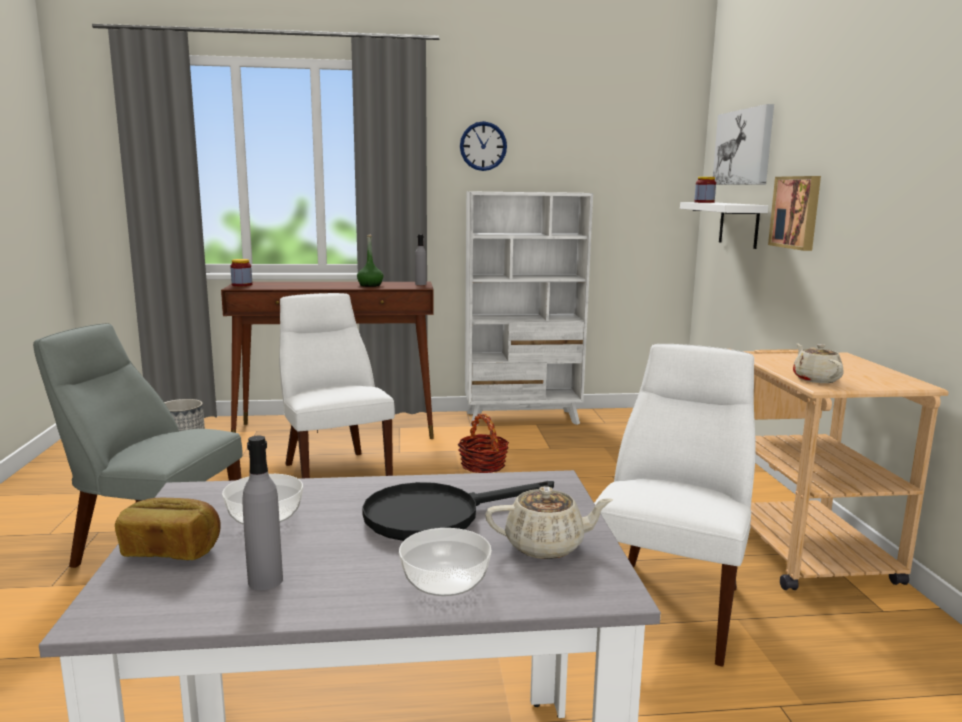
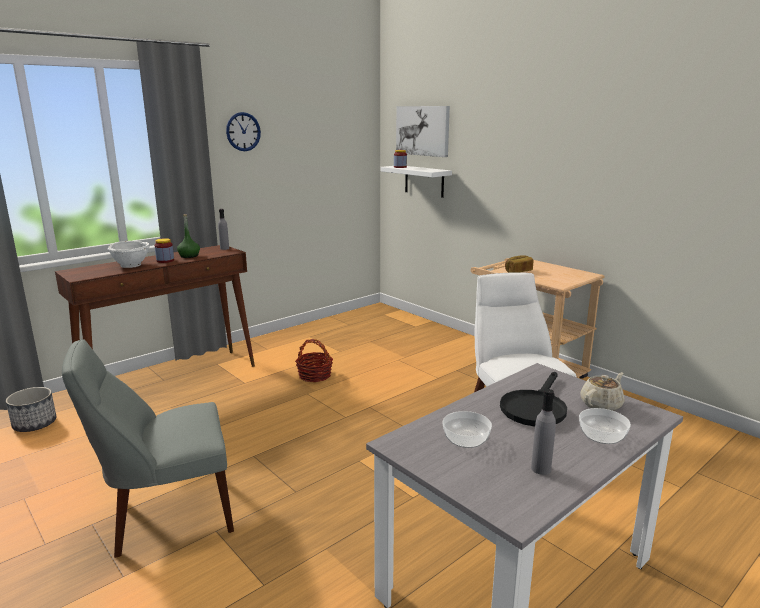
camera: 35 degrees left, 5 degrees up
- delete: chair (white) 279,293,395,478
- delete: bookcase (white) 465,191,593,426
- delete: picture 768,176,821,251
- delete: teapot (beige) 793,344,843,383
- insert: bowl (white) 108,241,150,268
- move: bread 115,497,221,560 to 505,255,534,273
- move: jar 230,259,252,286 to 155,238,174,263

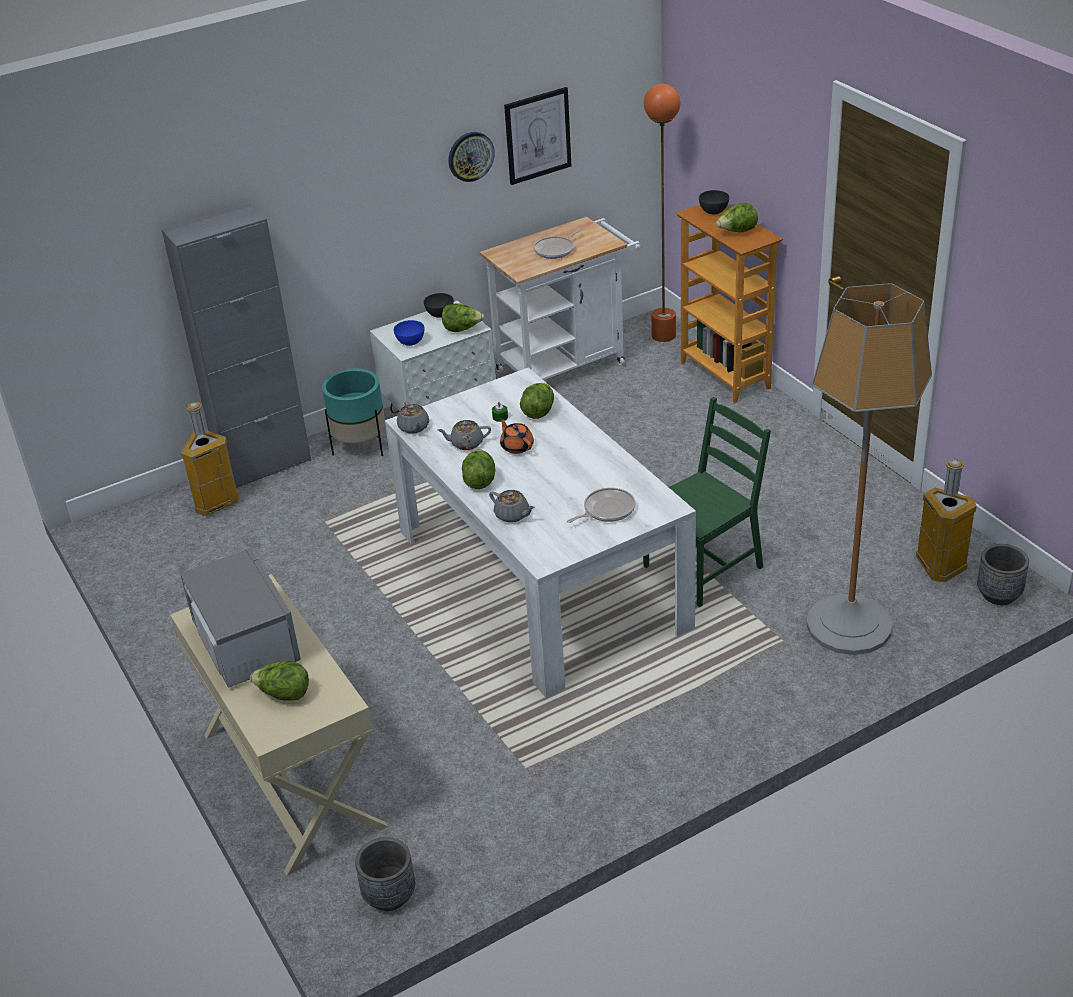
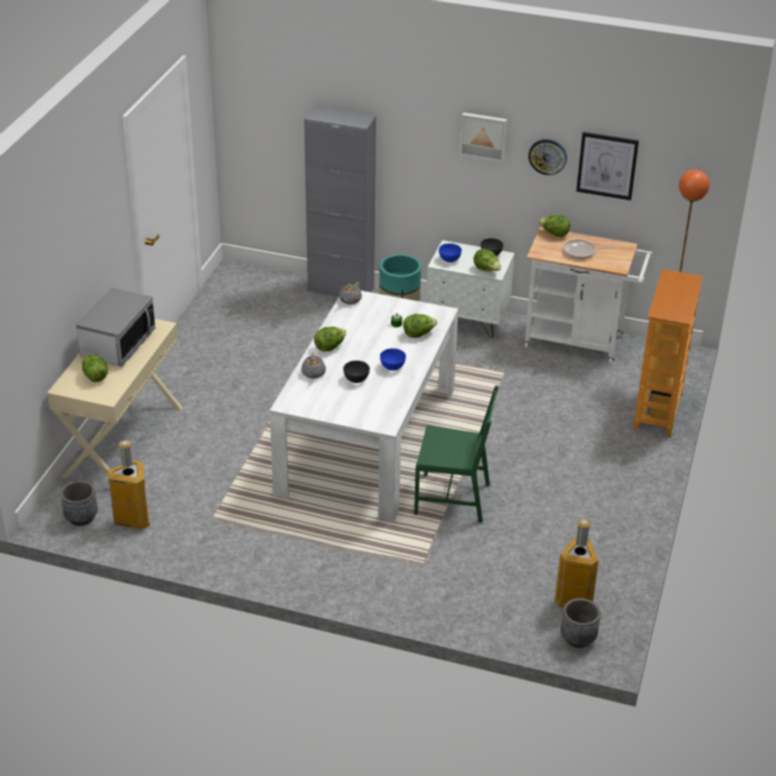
camera: 45 degrees right, 0 degrees up
- delete: teapot (grey) 438,420,491,450
- delete: teapot (orange) 500,417,534,454
- delete: frying pan 567,488,635,523
- delete: floor lamp 806,283,932,655
- insert: bowl (blue) 380,348,406,371
- insert: picture 460,112,507,162
- move: trash can 181,402,239,516 to 107,440,150,530
- move: bowl (grey) 699,190,729,214 to 343,361,370,383
- move: lettuce 716,203,758,232 to 539,215,570,237

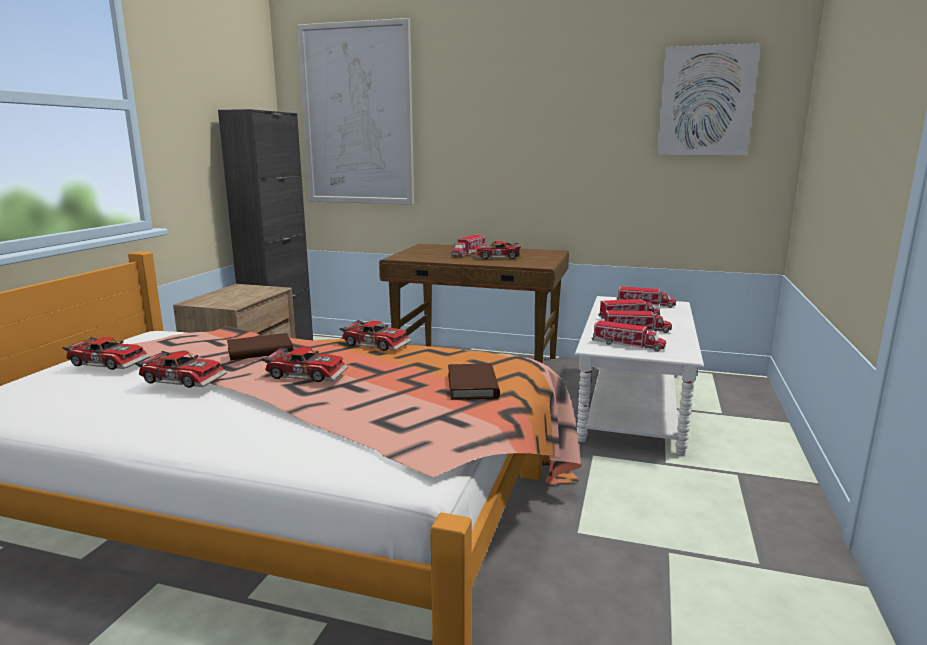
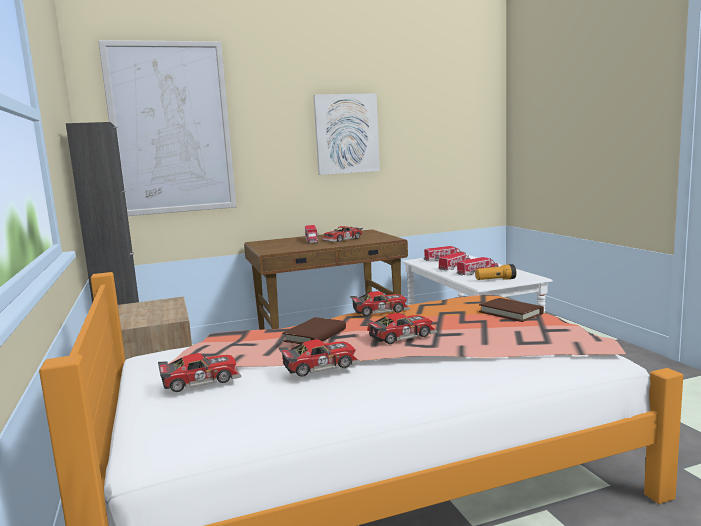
camera: 35 degrees left, 5 degrees down
- move: picture 656,43,761,155 to 313,93,380,175
- replace: toy truck 591,320,666,352 to flashlight 475,264,516,280

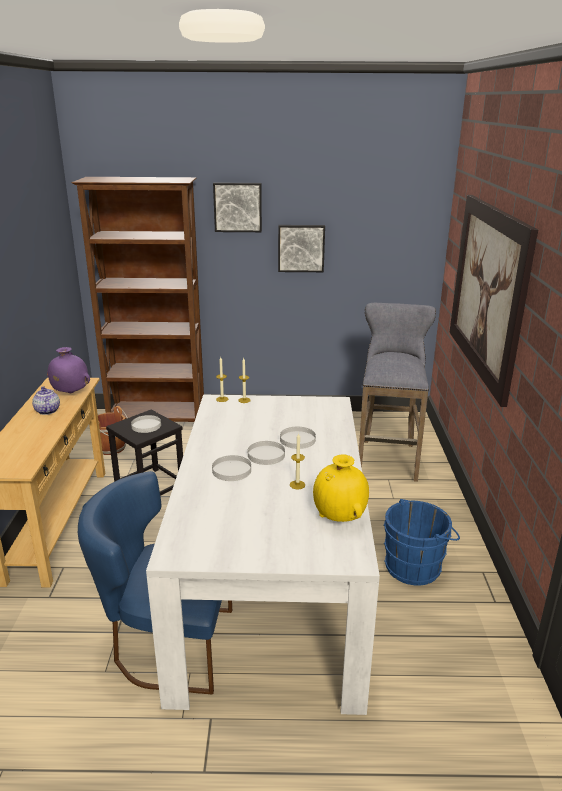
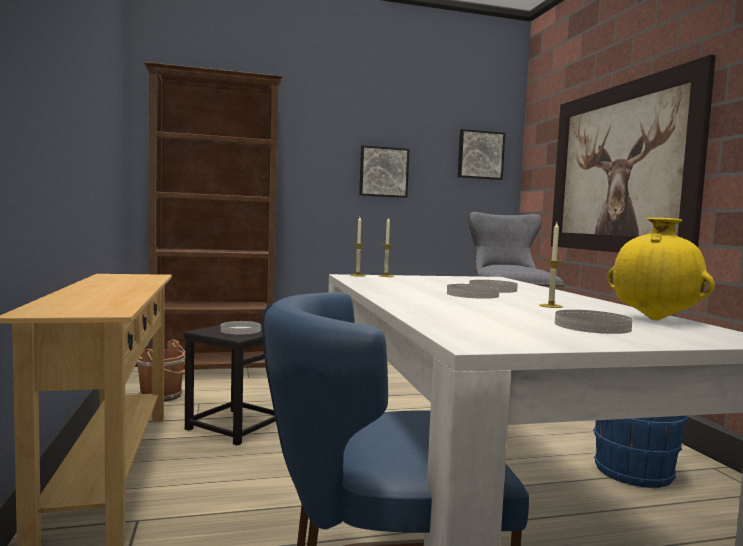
camera: 15 degrees left, 20 degrees down
- delete: teapot 32,387,60,415
- delete: vase (purple) 47,347,90,393
- move: plate (white) 212,455,251,481 to 555,310,633,334
- move: picture 213,183,262,232 to 458,129,505,180

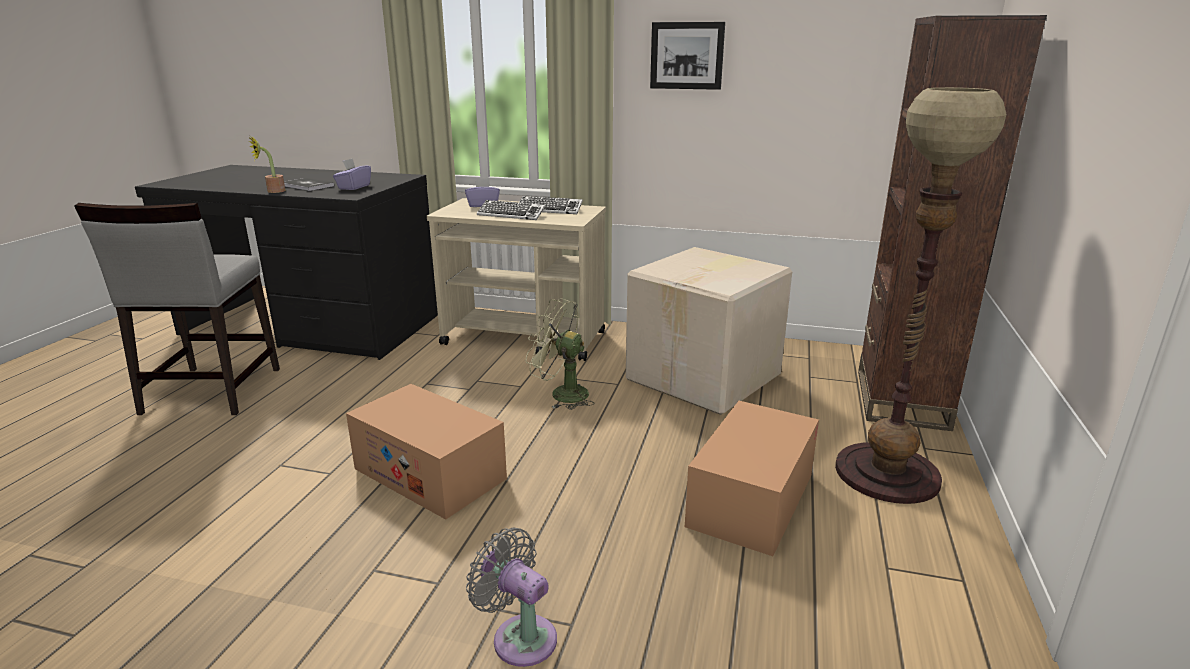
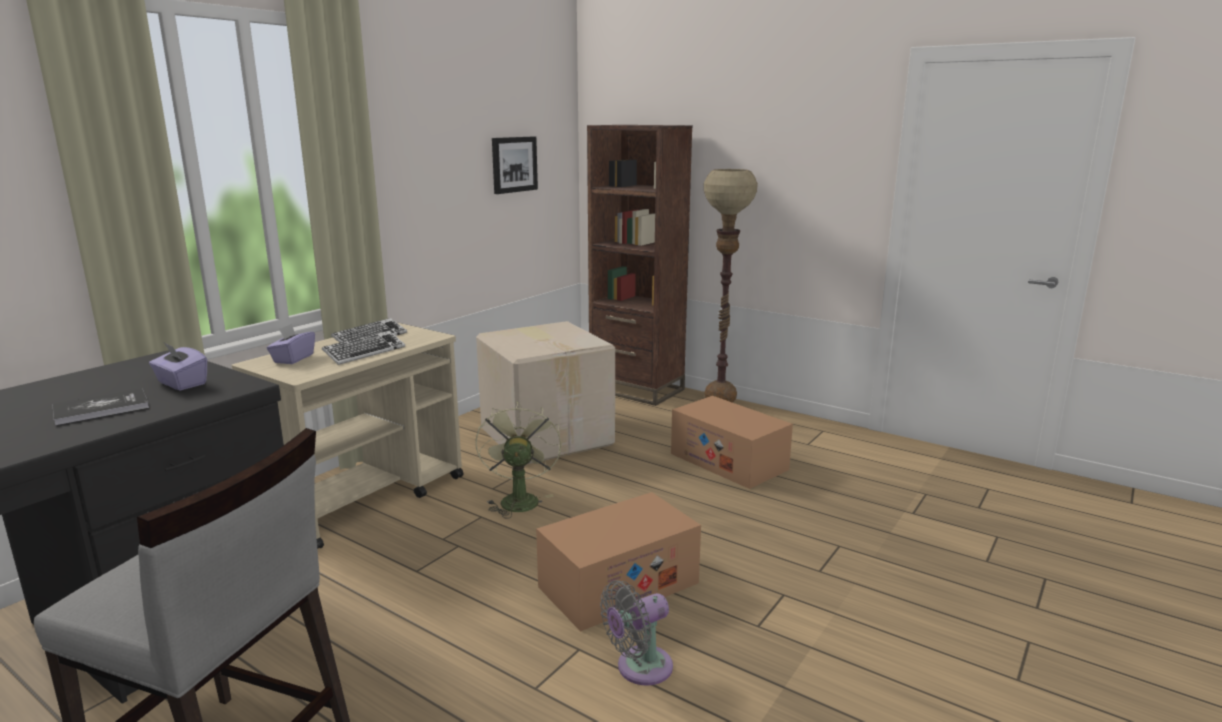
camera: 70 degrees left, 5 degrees down
- delete: potted plant 248,136,285,193
- move: fan (grey) 466,527,557,667 to 600,580,673,686
- move: picture 650,22,725,90 to 492,137,538,194
- rotate: fan (green) 526,298,595,410 = 475,401,562,519 135 degrees clockwise

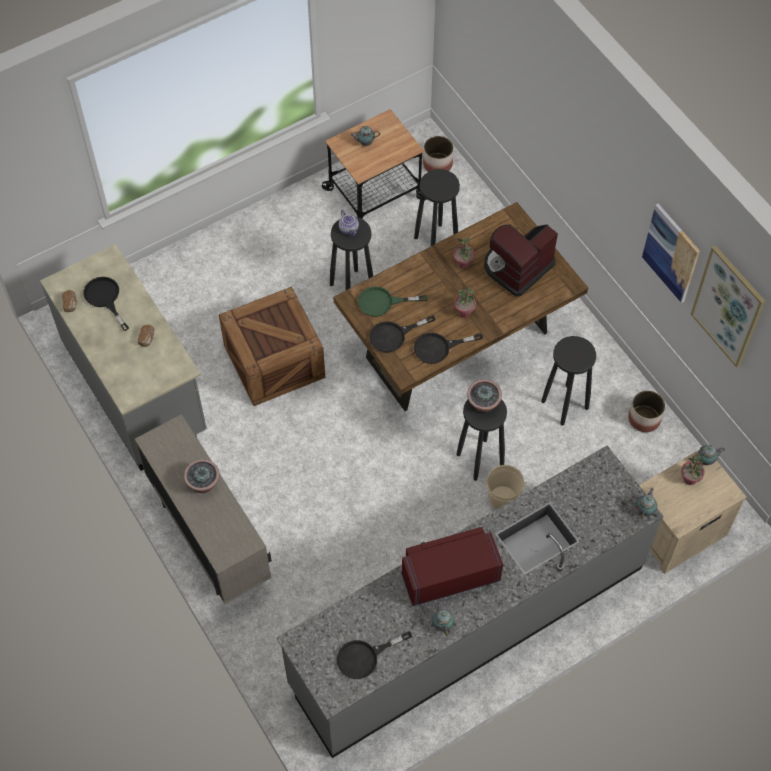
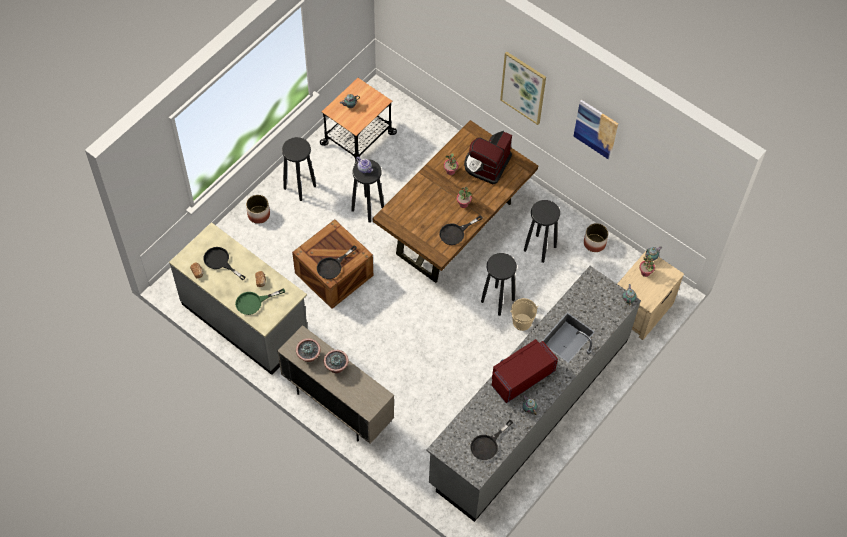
camera: 20 degrees left, 0 degrees up
- move: frying pan (green) 358,286,428,317 to 235,288,285,315
- move: frying pan (black) 369,315,436,352 to 317,245,357,279
- move: stool (black) 414,169,460,246 to 282,137,316,201
- move: planter 423,136,453,172 to 246,195,270,224
- move: potted plant 467,379,502,412 to 296,338,321,362
- move: picture 691,245,765,368 to 500,52,546,125

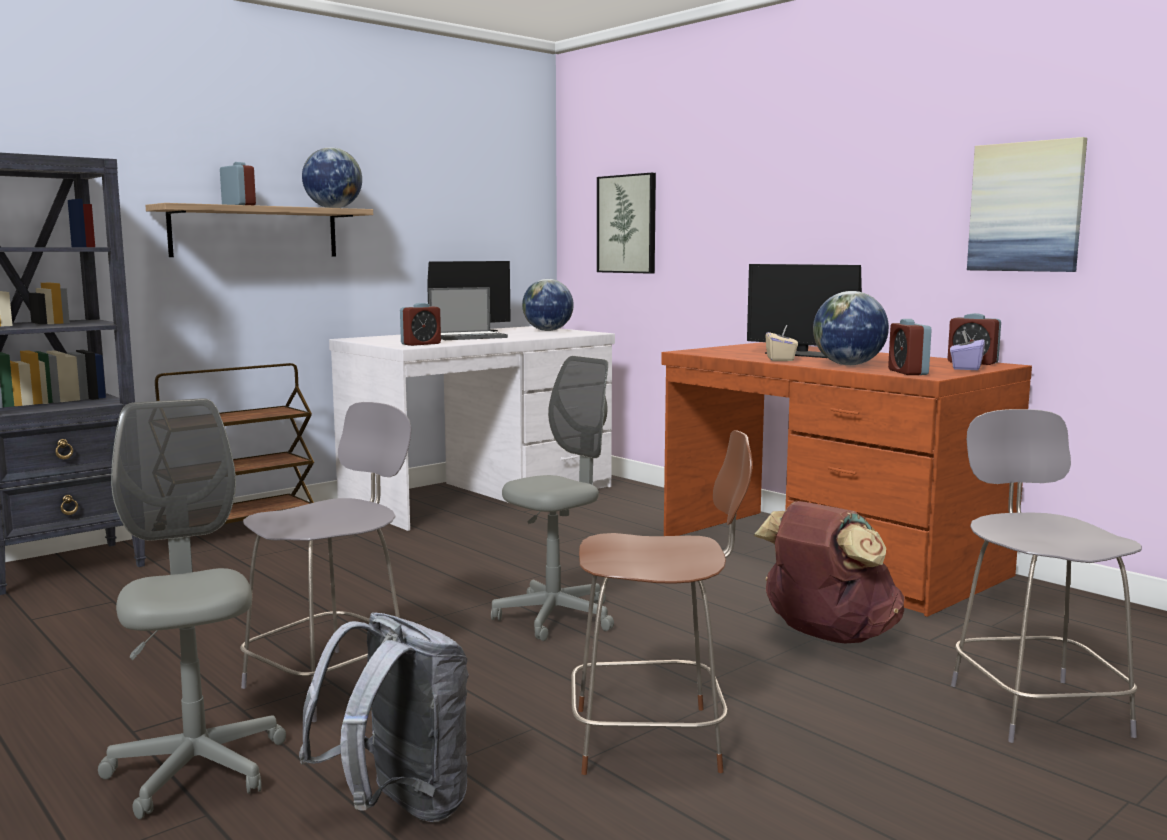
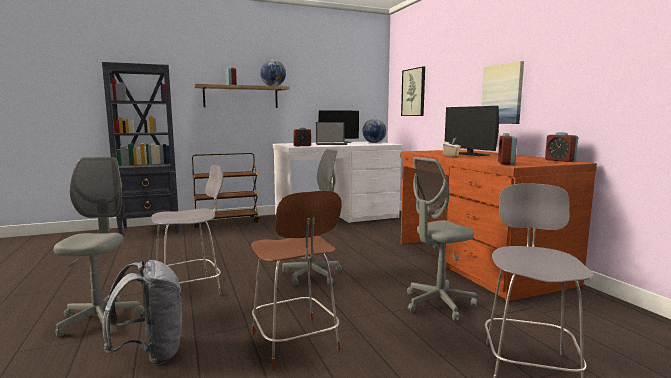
camera: 20 degrees right, 0 degrees up
- delete: globe 813,291,889,365
- delete: tissue box (purple) 950,330,985,370
- move: picture 967,137,1087,272 to 482,61,524,124
- replace: backpack (brown) 754,501,905,644 to office chair (grey) 407,157,477,321
- rotate: chair (brown) 571,431,753,775 = 251,190,342,369 45 degrees clockwise

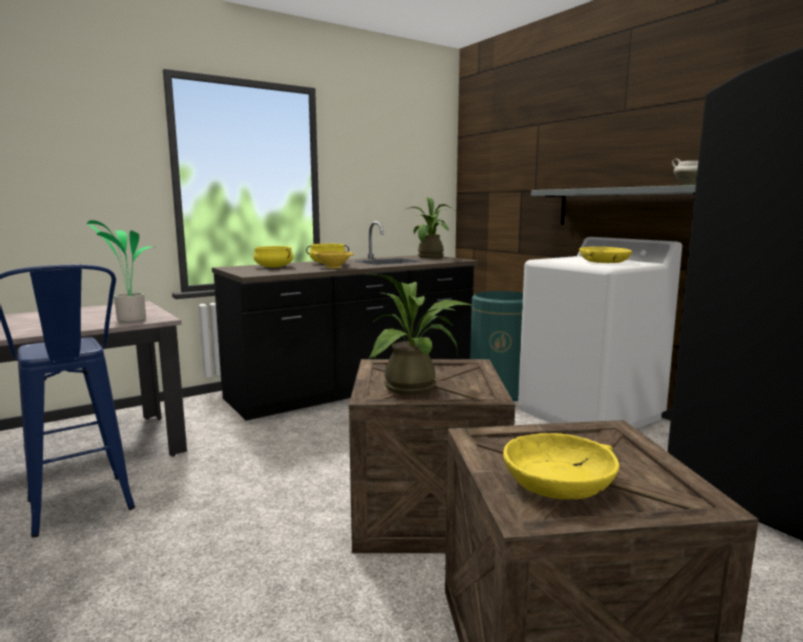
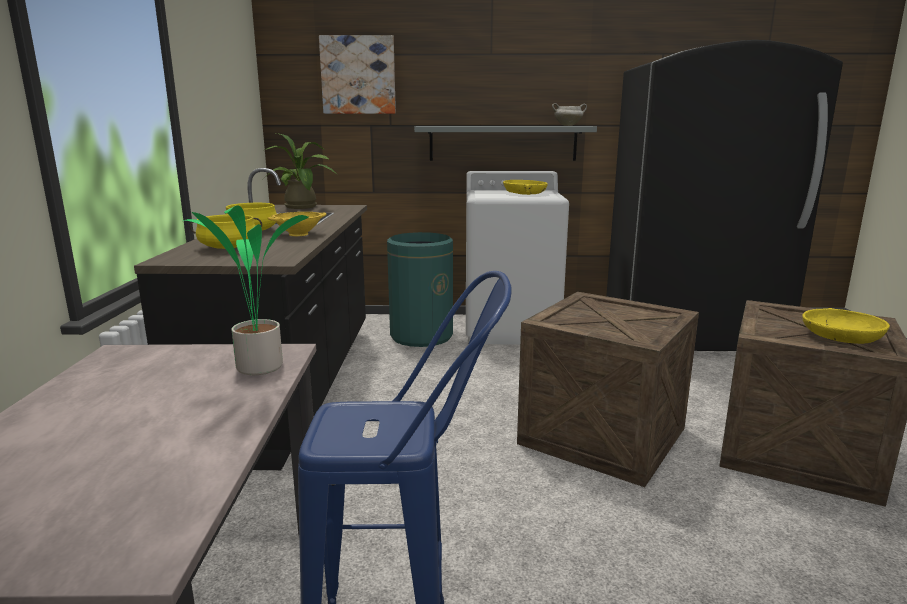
camera: 55 degrees left, 5 degrees up
- delete: potted plant 369,274,474,395
- insert: picture 319,35,396,114

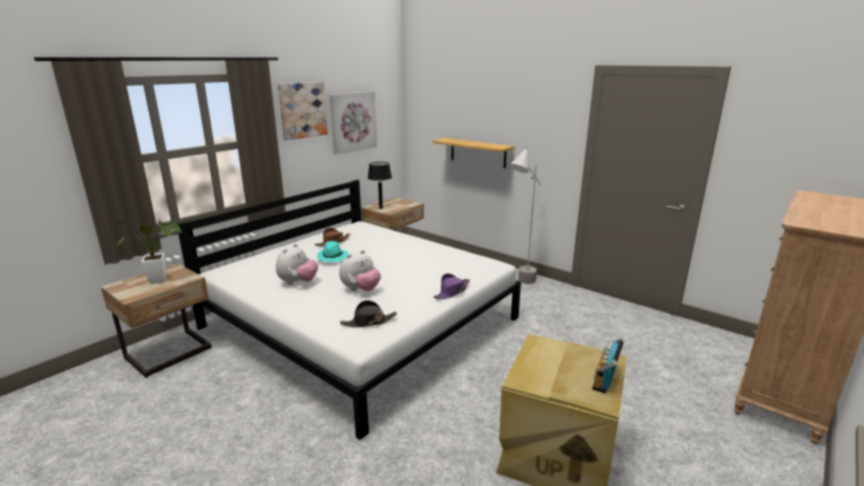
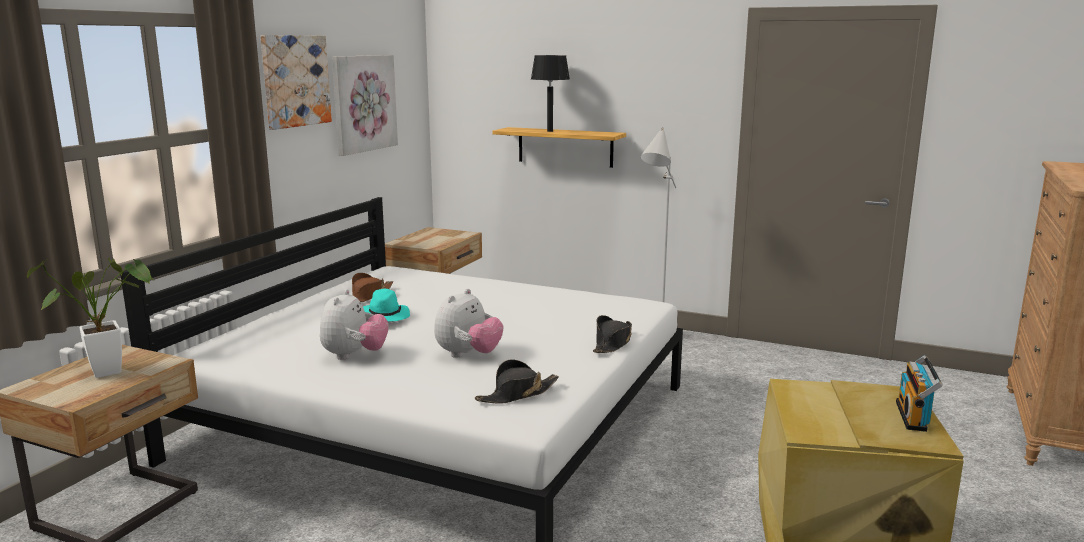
camera: 15 degrees left, 5 degrees down
- move: table lamp (black) 368,162,392,209 to 531,55,570,132
- recolor: hat (purple) 434,273,470,299 to hat (black) 593,315,632,353

